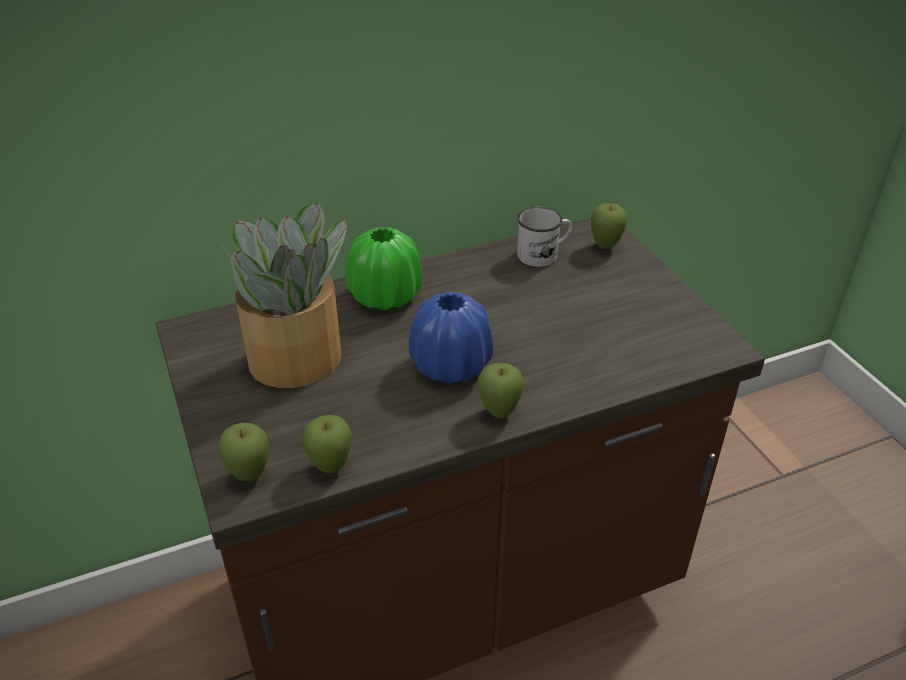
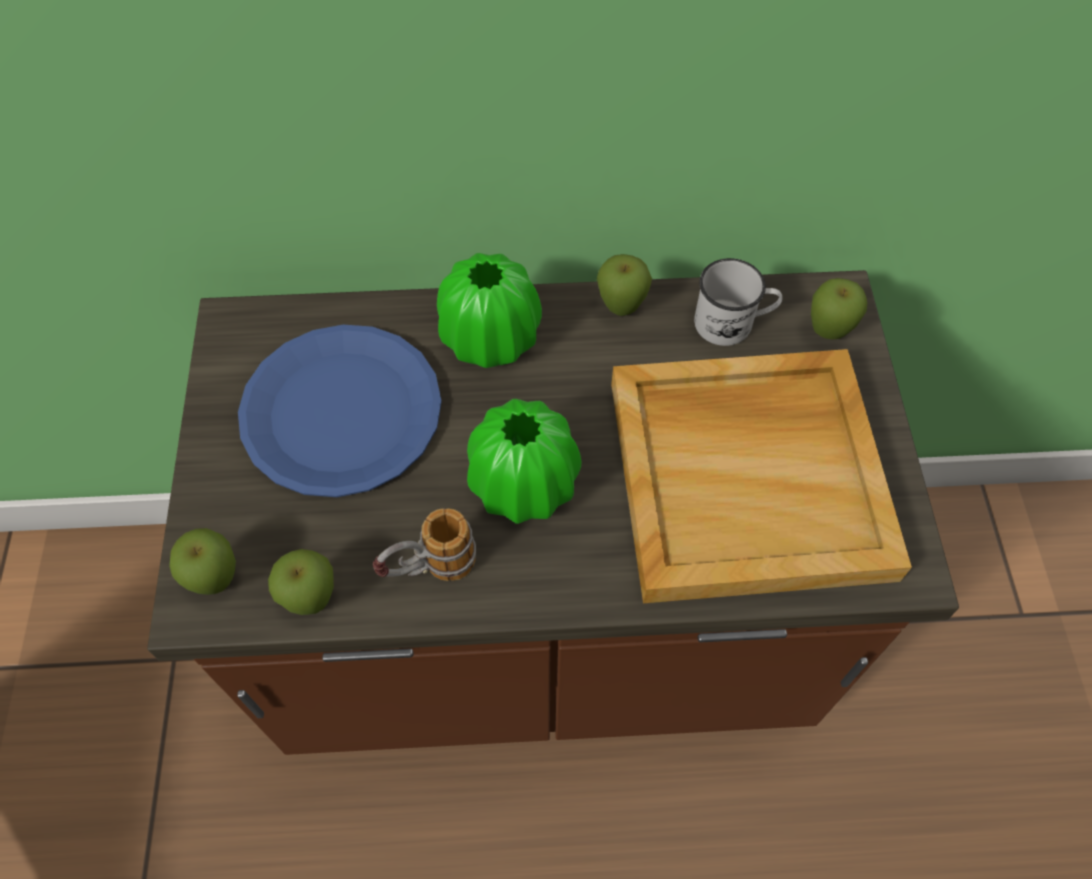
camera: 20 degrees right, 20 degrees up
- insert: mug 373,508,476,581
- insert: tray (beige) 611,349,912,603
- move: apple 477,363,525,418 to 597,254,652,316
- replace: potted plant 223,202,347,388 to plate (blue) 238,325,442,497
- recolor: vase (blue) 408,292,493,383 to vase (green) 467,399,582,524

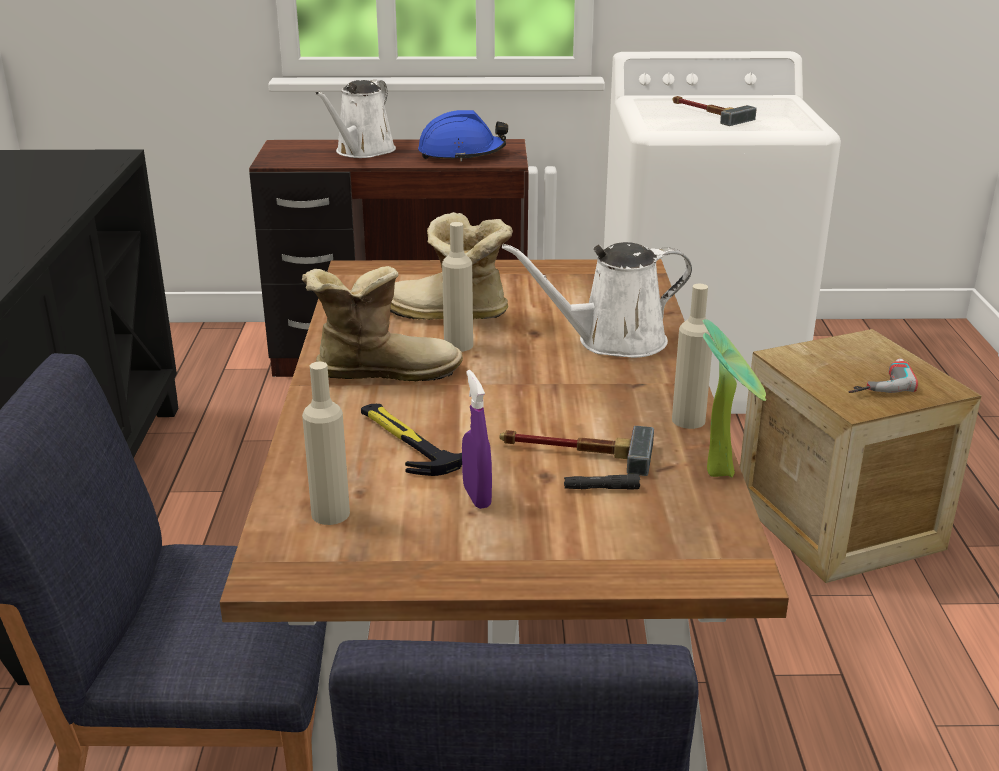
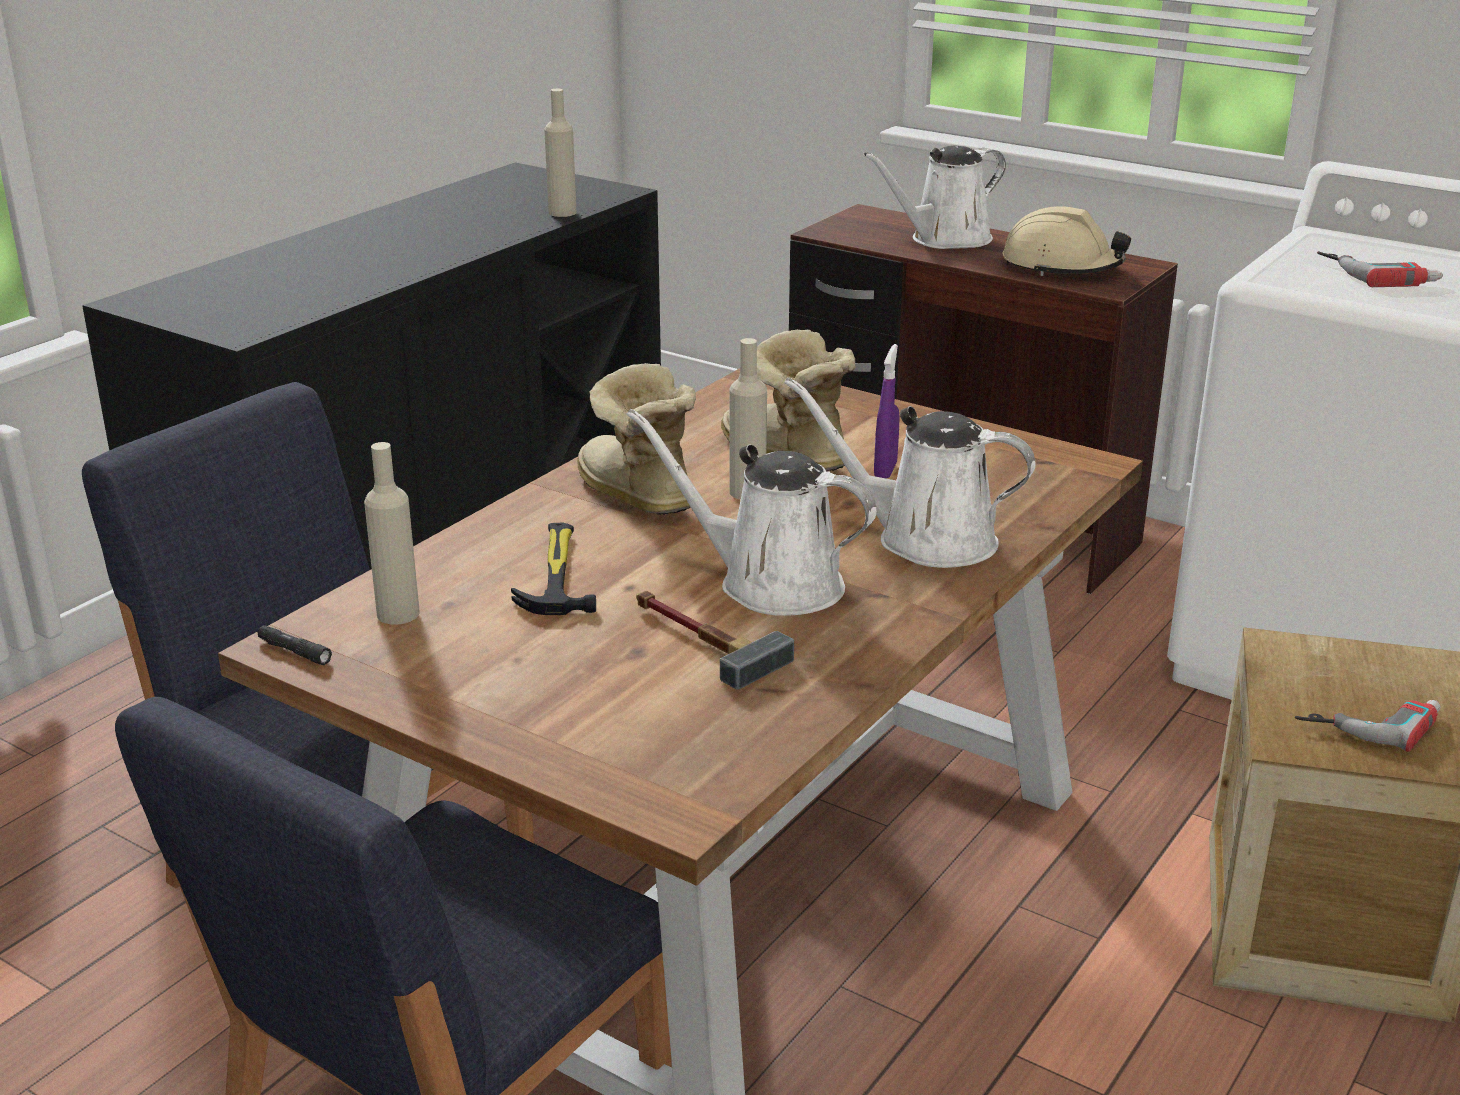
camera: 35 degrees right, 0 degrees up
- delete: potted plant 702,319,766,477
- insert: watering can (white) 627,409,877,616
- move: spray bottle (purple) 462,370,492,509 to 874,344,900,478
- move: flashlight (black) 564,474,640,490 to 257,625,332,665
- move: bottle (beige) 672,284,713,429 to 544,89,577,217
- replace: hammer 672,96,757,126 to power drill 1317,251,1443,287
- recolor: hard hat (blue) 418,110,508,161 to hard hat (beige) 1002,206,1131,276
- rotate: boot 302,266,463,381 = 577,363,696,515 150 degrees counterclockwise

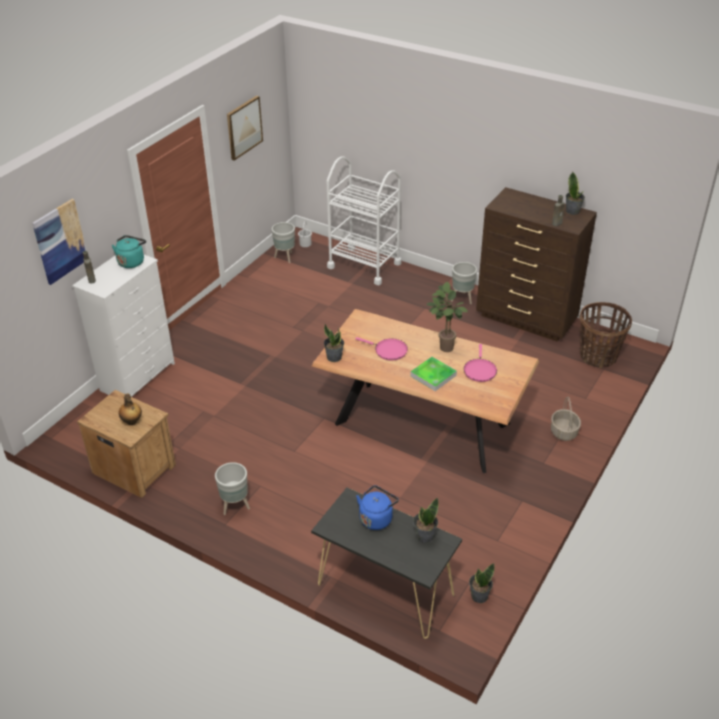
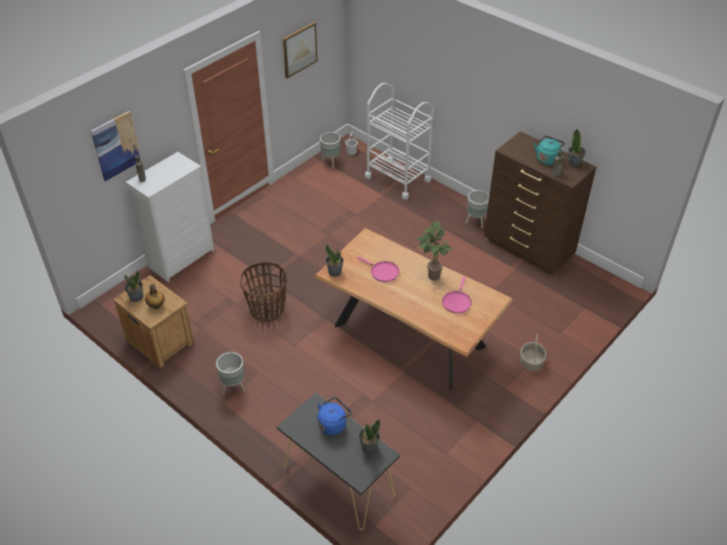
camera: 10 degrees right, 5 degrees up
- delete: tray 410,357,457,391
- move: kettle (turquoise) 112,235,146,268 to 534,136,565,165
- move: potted plant 469,563,495,603 to 124,270,143,302
- move: basket 579,302,632,368 to 240,262,287,322

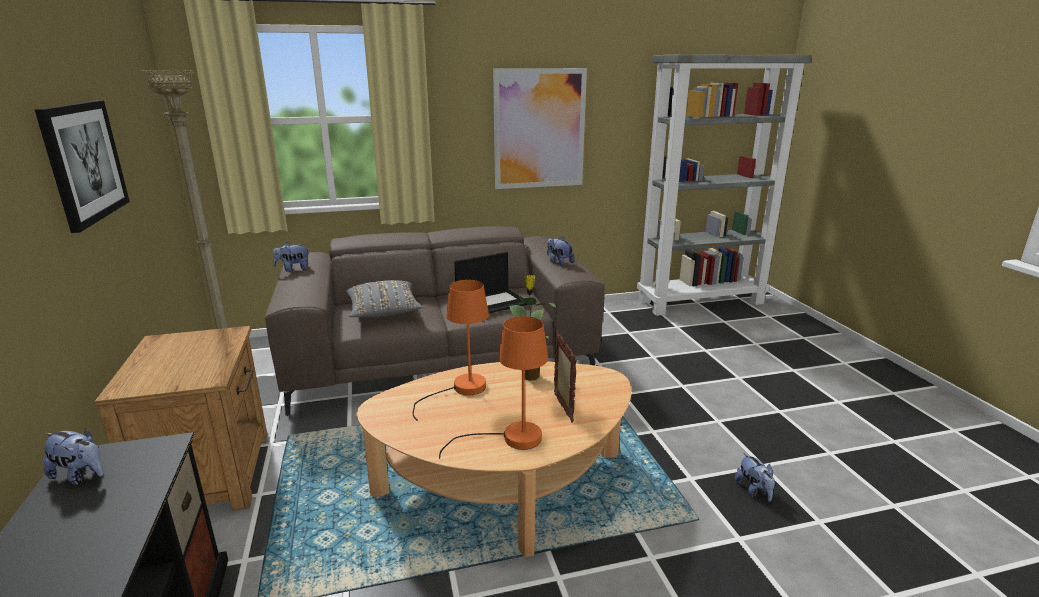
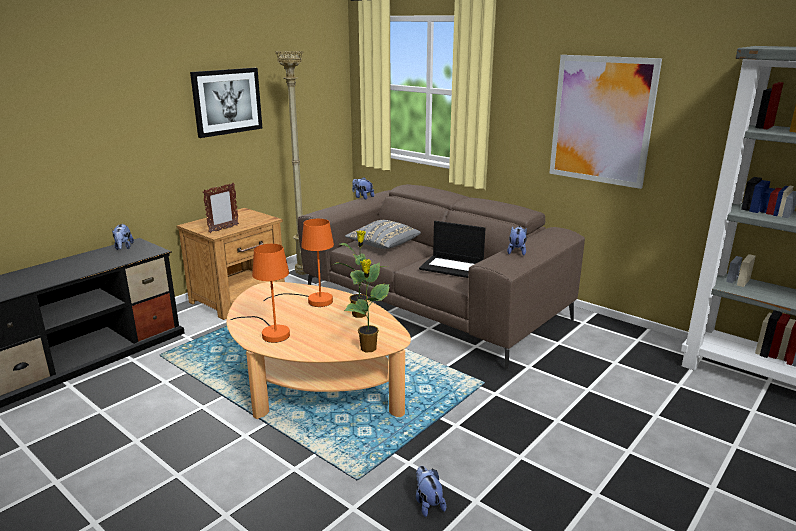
camera: 55 degrees right, 0 degrees up
- insert: potted plant 344,259,390,353
- move: picture frame 554,331,577,423 to 203,183,239,233
- rotate: plush toy 735,453,775,502 = 416,466,446,517 120 degrees clockwise

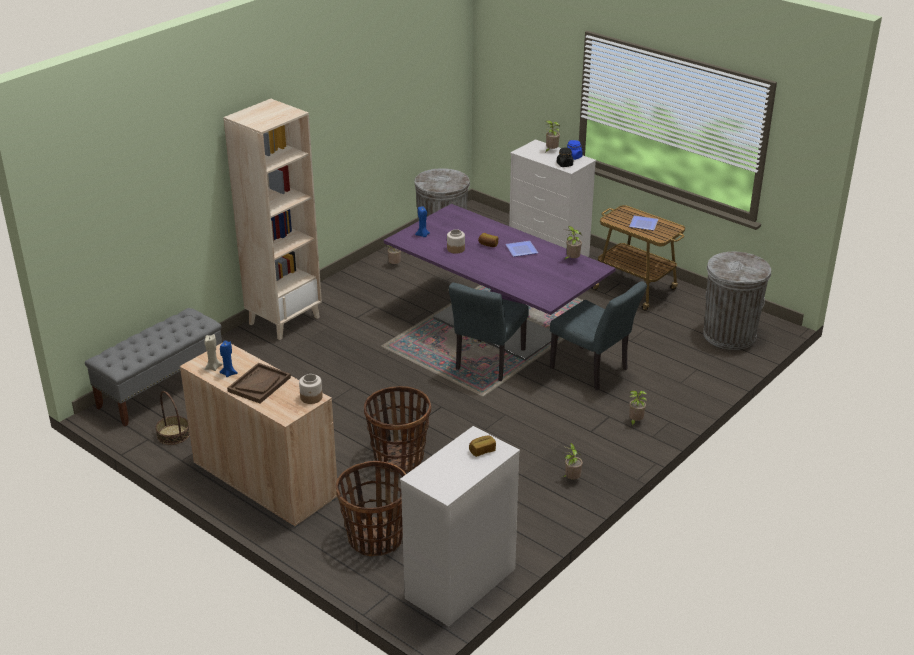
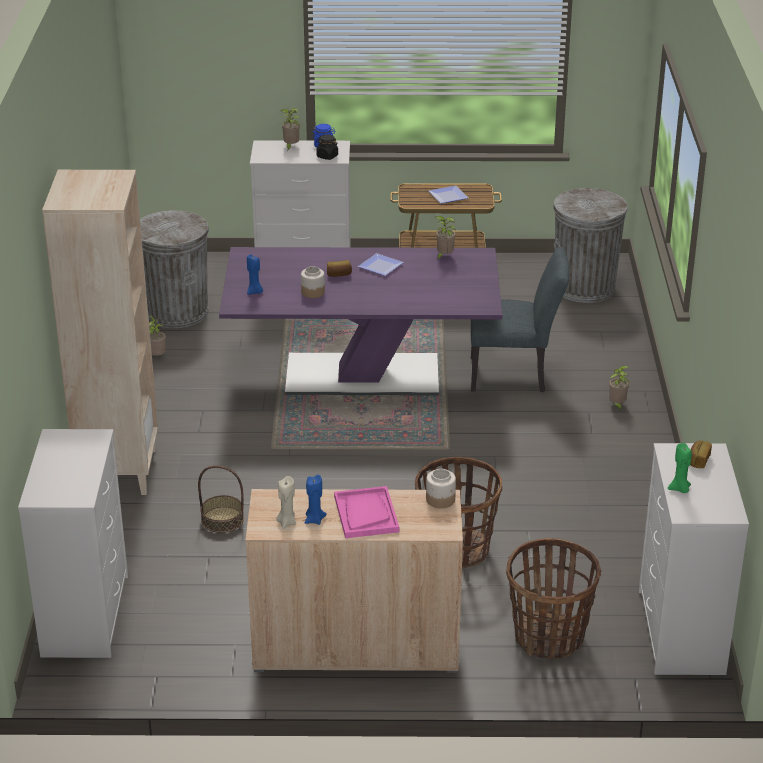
camera: 40 degrees left, 0 degrees up
- delete: chair (grey) 449,282,529,381
- delete: potted plant 563,443,583,480
- insert: candle (green) 668,443,692,493
- move: basket 155,391,190,445 to 198,465,244,533
- replace: bench (grey) 85,308,222,426 to dresser (white) 18,429,128,658
- recolor: tray (brown) 227,363,291,403 to tray (pink) 334,486,399,538

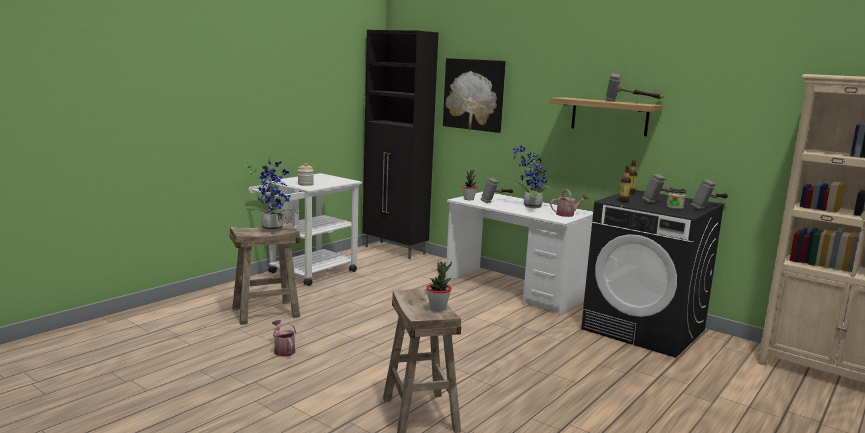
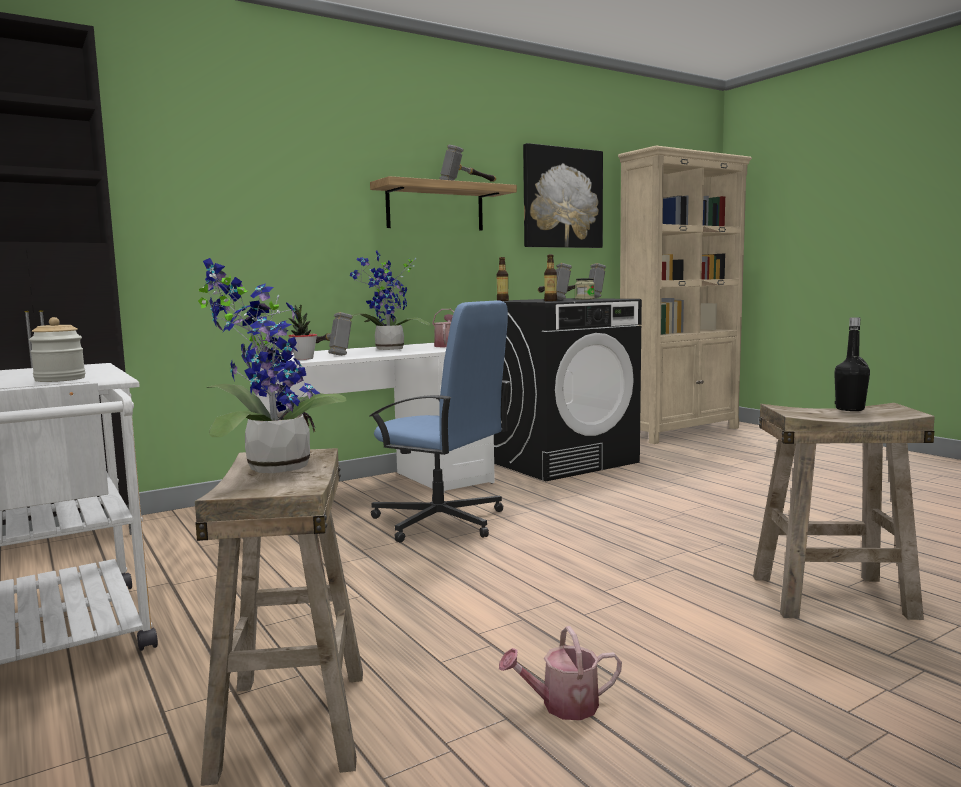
camera: 70 degrees left, 5 degrees down
- insert: office chair (blue) 369,301,510,543
- move: picture 443,58,506,133 to 523,143,603,248
- replace: potted plant 426,262,452,311 to bottle (black) 834,317,870,411

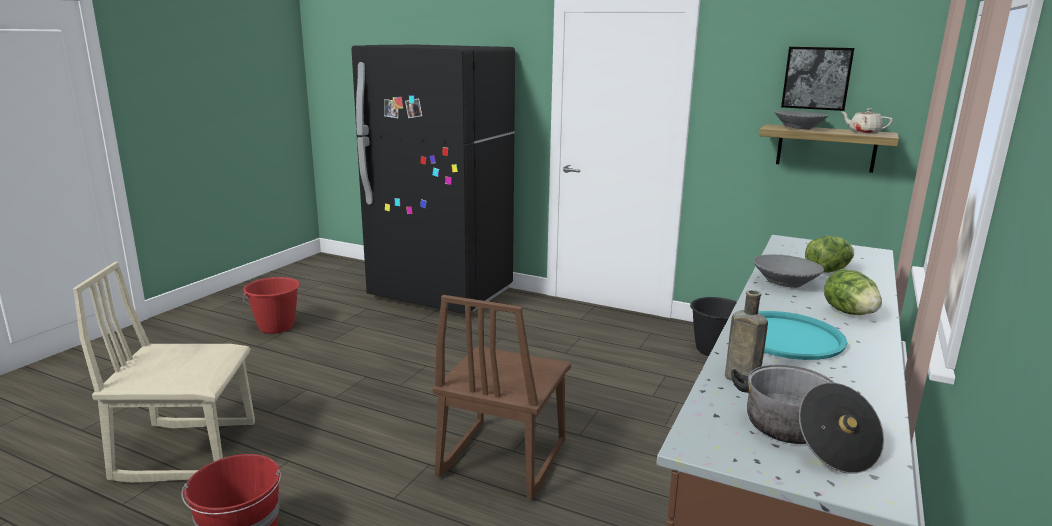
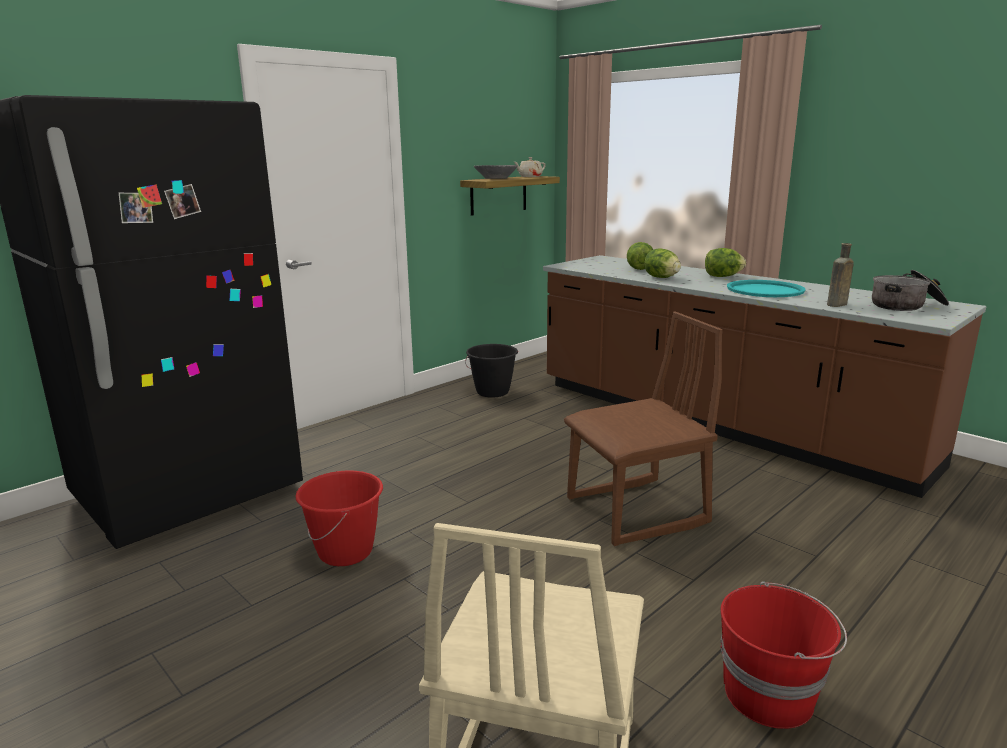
camera: 70 degrees left, 0 degrees up
- delete: picture 781,47,855,111
- move: bucket (red) 243,277,300,334 to 295,471,383,566
- replace: bowl (grey) 753,254,824,288 to lettuce 644,248,681,278
- rotate: chair (brown) 433,295,571,499 = 564,312,723,546 60 degrees counterclockwise

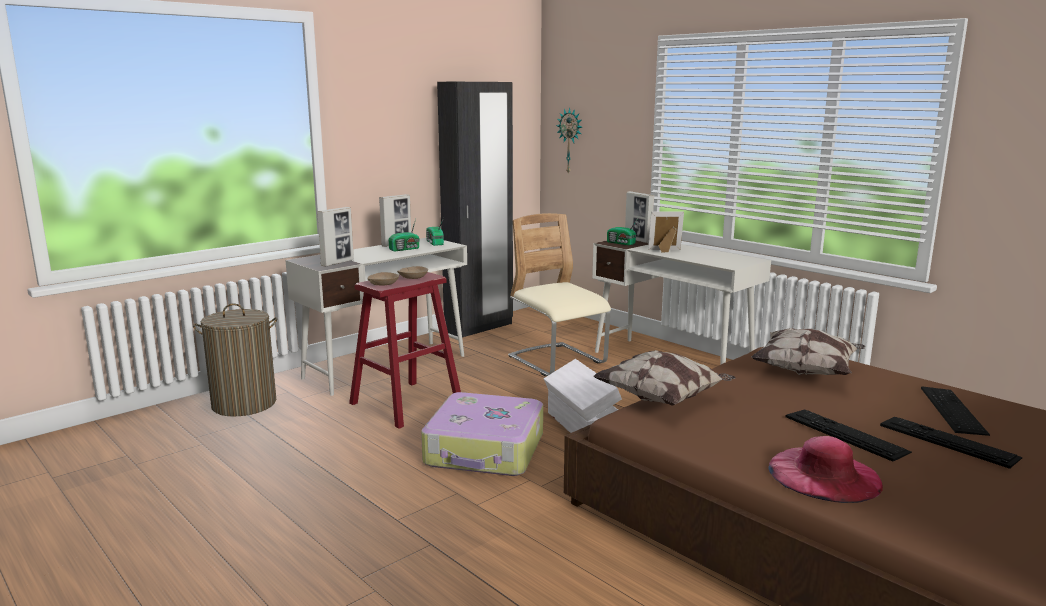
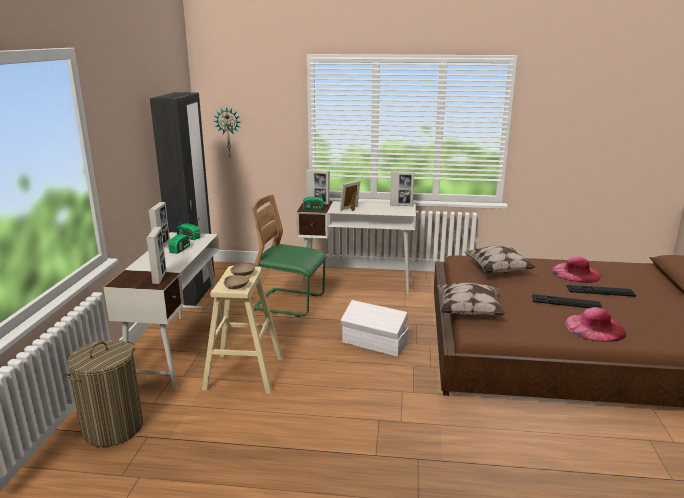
camera: 40 degrees left, 5 degrees up
- delete: suitcase 421,392,543,476
- insert: picture frame 390,171,414,206
- replace: keyboard 921,386,990,436 to hat (pink) 552,257,602,283
- recolor: stool (red) 349,272,461,429 to stool (beige) 202,266,283,394
- recolor: chair (beige) 508,213,611,376 to chair (green) 252,194,327,317

